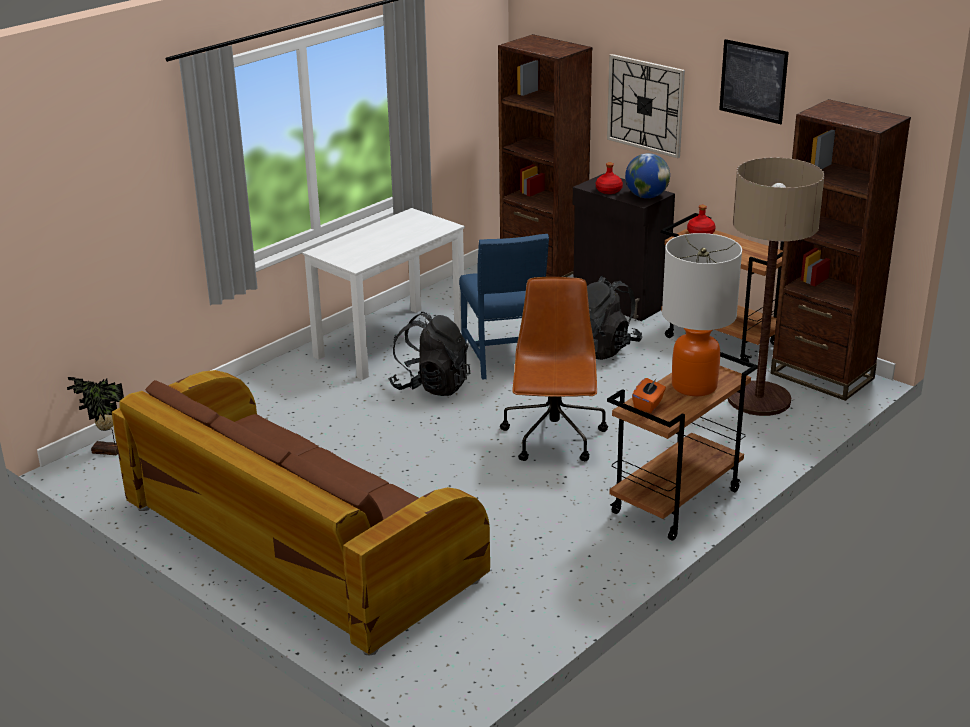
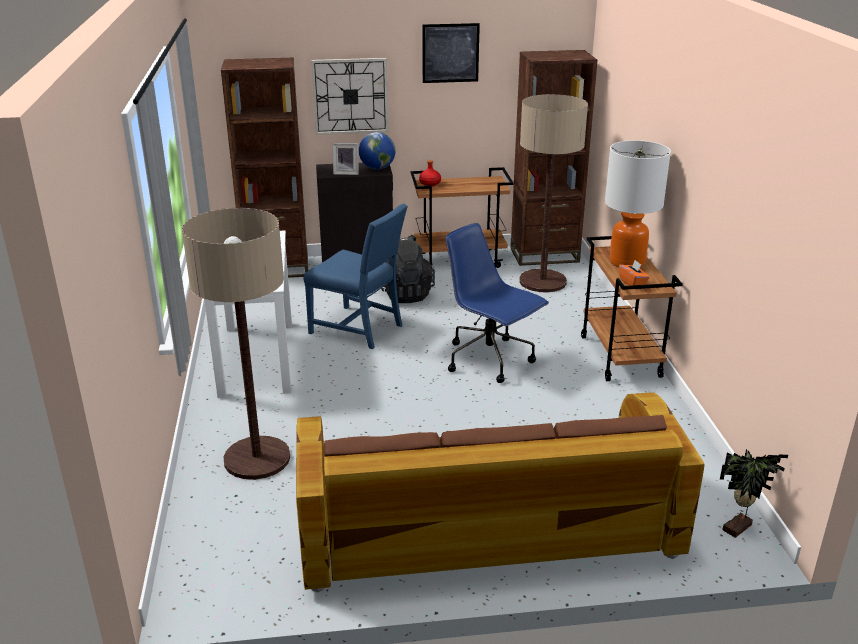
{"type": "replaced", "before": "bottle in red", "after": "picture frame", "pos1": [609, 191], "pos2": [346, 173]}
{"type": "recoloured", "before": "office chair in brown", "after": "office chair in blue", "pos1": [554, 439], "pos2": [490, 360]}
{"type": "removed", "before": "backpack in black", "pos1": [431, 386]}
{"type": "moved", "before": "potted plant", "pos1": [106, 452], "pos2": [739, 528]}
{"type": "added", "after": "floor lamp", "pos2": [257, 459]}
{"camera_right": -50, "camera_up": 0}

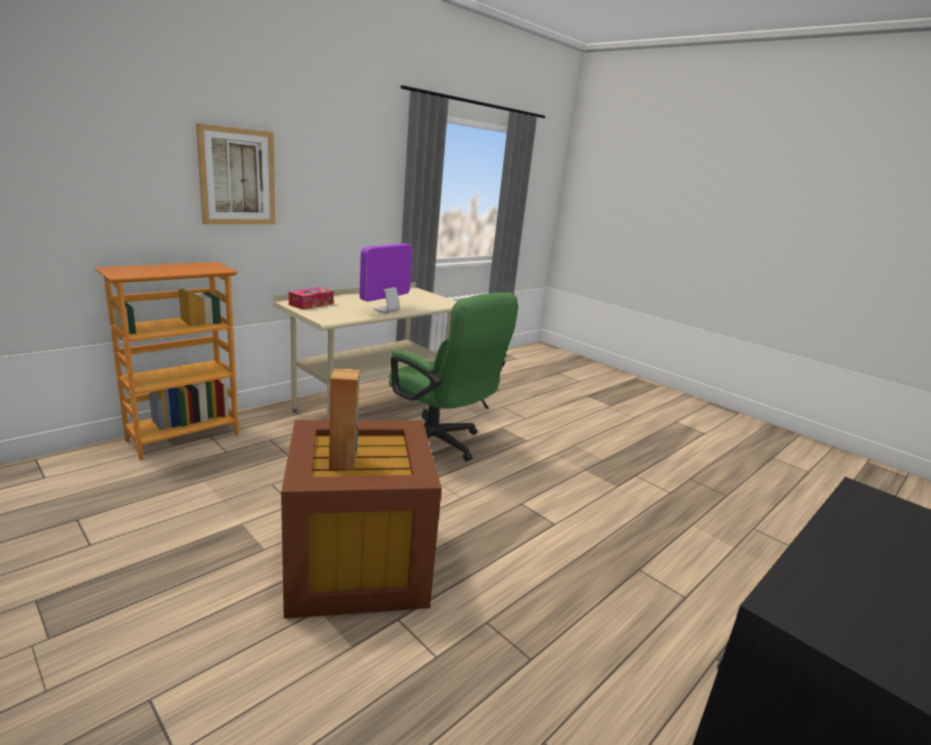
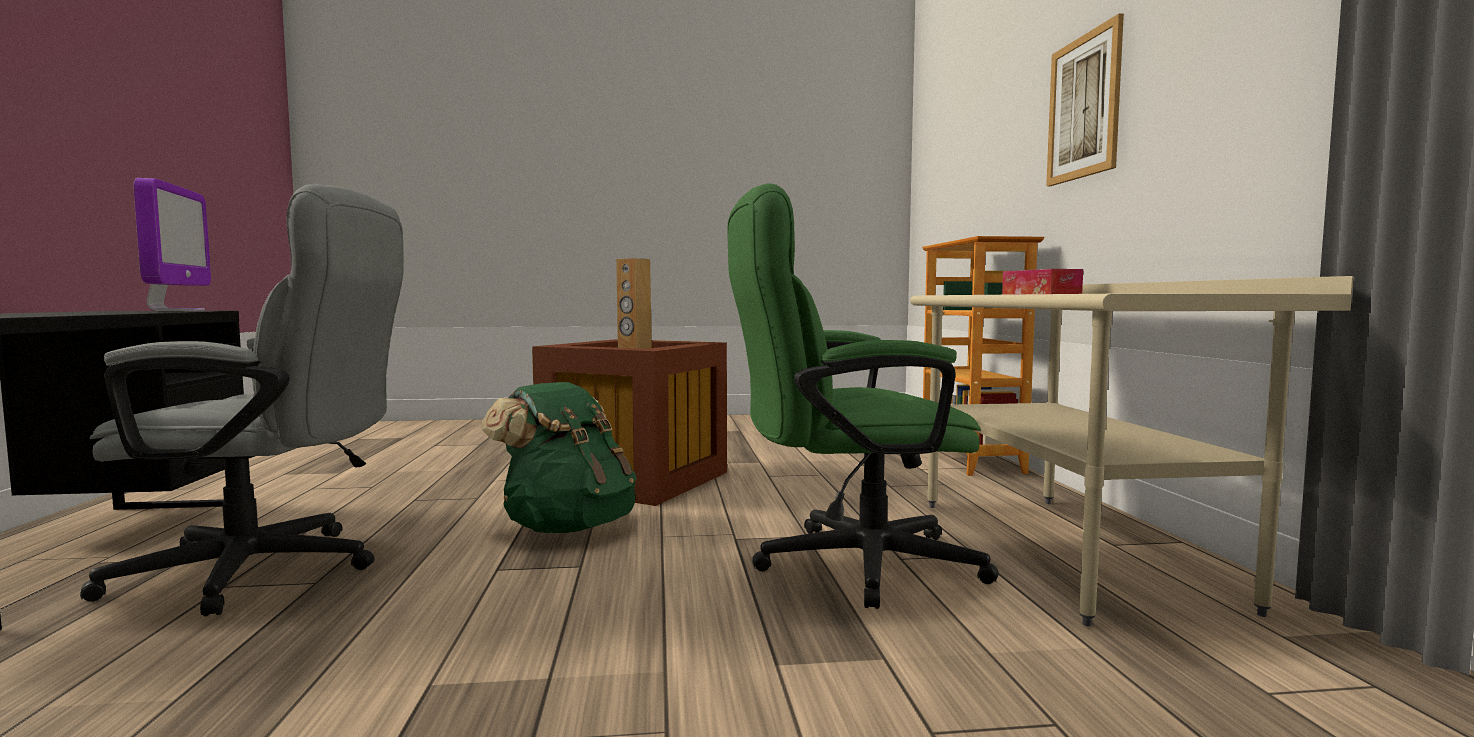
{"type": "moved", "before": "monitor", "pos1": [386, 310], "pos2": [176, 311]}
{"type": "added", "after": "office chair in grey", "pos2": [271, 570]}
{"type": "added", "after": "backpack in green", "pos2": [568, 527]}
{"camera_right": 130, "camera_up": -15}

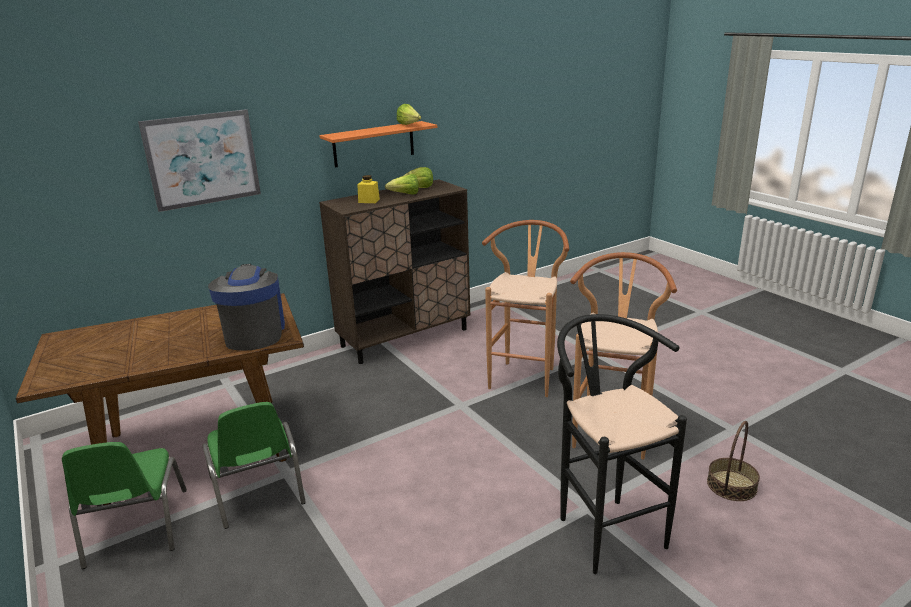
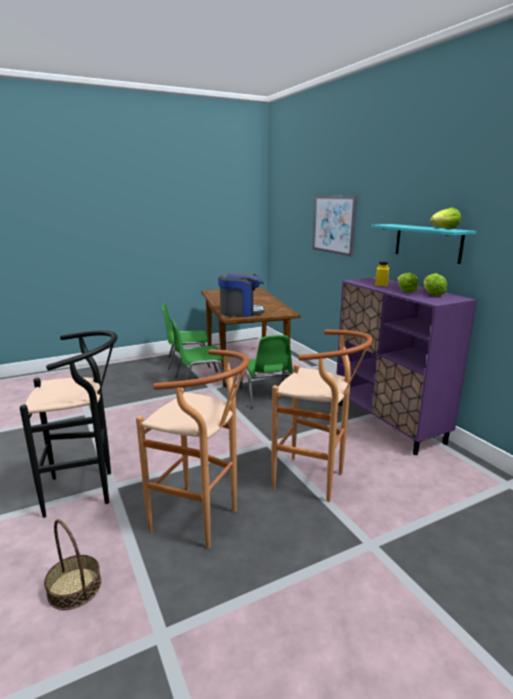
{"type": "recoloured", "before": "shelf in orange", "after": "shelf in turquoise", "pos1": [374, 144], "pos2": [427, 242]}
{"type": "recoloured", "before": "cabinet in brown", "after": "cabinet in purple", "pos1": [405, 337], "pos2": [388, 422]}
{"type": "added", "after": "chair in green", "pos2": [267, 396]}
{"camera_right": 95, "camera_up": -5}

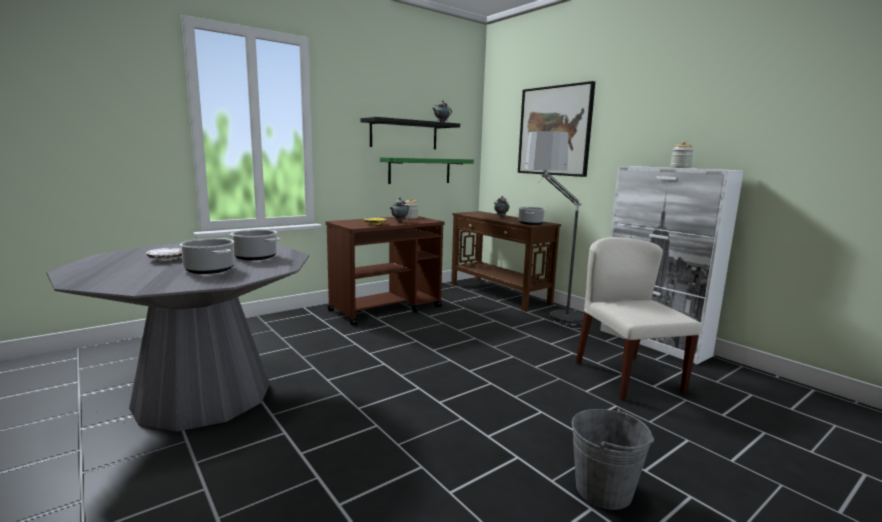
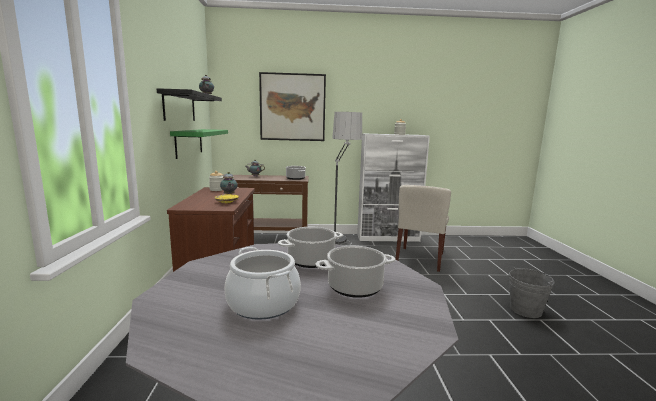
{"type": "turned", "before": "chair in beige", "pos1": [627, 376], "pos2": [420, 259], "turn": -90}
{"type": "replaced", "before": "plate in white", "after": "cooking pot", "pos1": [167, 259], "pos2": [263, 304]}
{"camera_right": -55, "camera_up": 0}

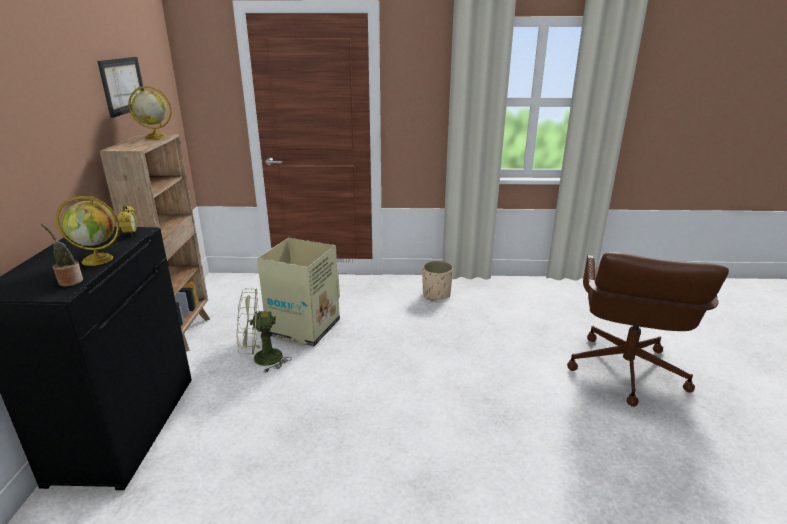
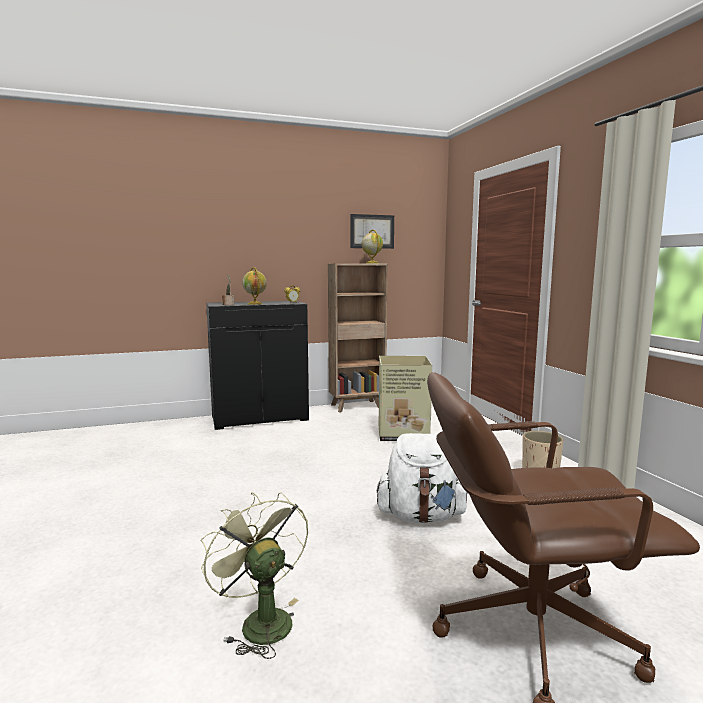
{"type": "moved", "before": "fan in green", "pos1": [261, 359], "pos2": [260, 620]}
{"type": "added", "after": "backpack in white", "pos2": [421, 516]}
{"camera_right": 70, "camera_up": -15}

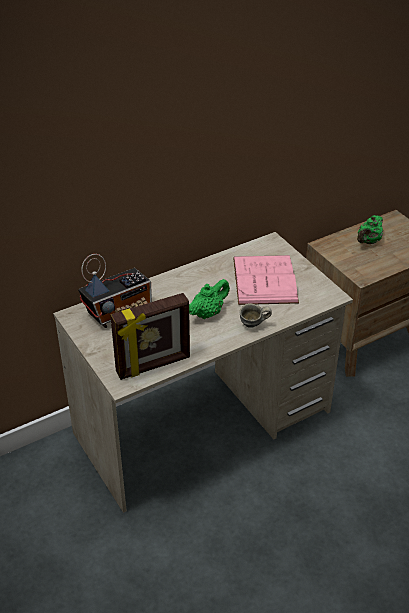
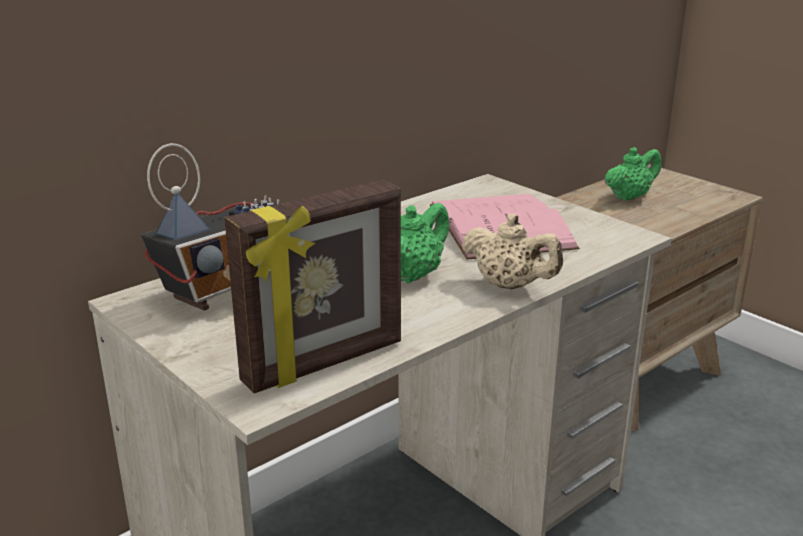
{"type": "turned", "before": "teapot in green", "pos1": [368, 241], "pos2": [629, 197], "turn": -150}
{"type": "replaced", "before": "mug in grey", "after": "teapot in beige", "pos1": [253, 326], "pos2": [510, 285]}
{"camera_right": -10, "camera_up": -15}

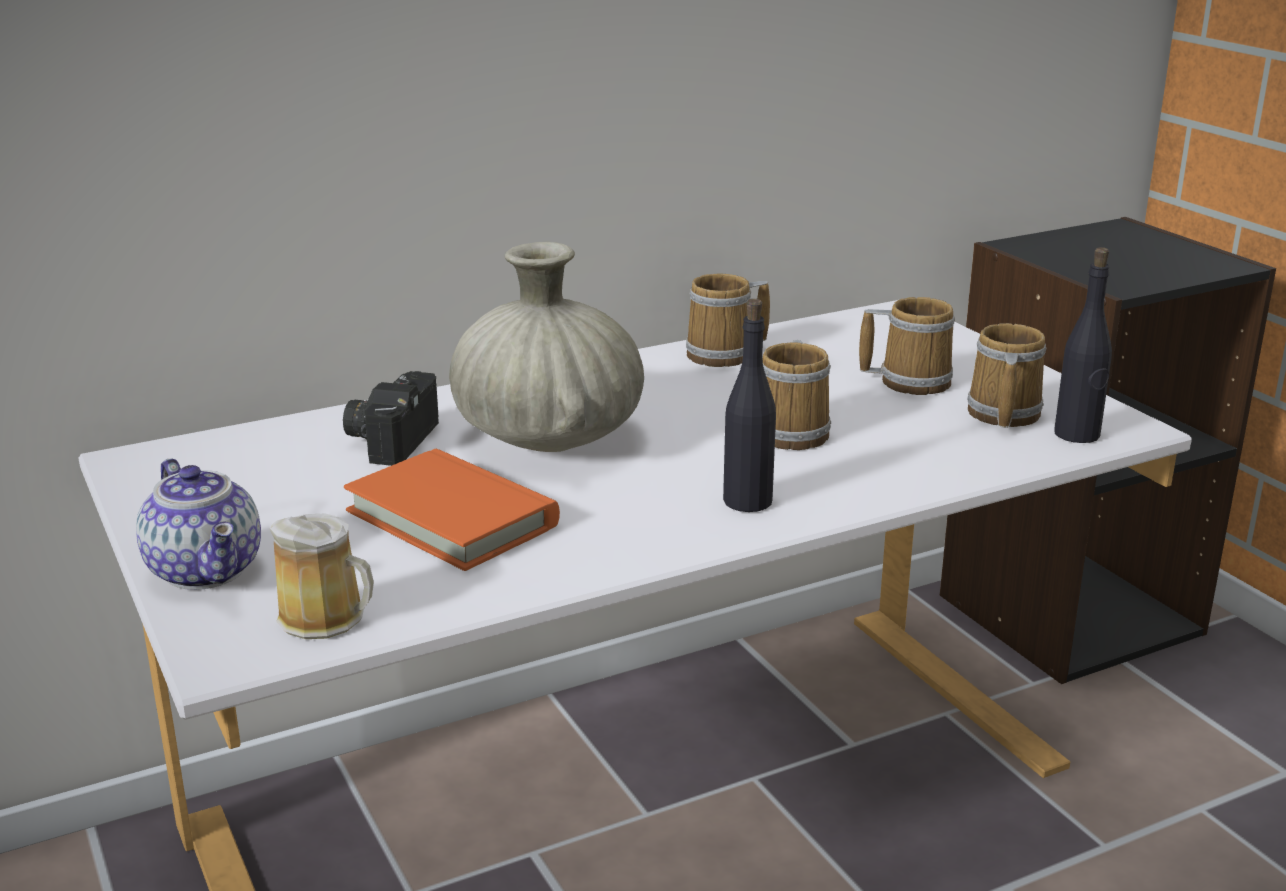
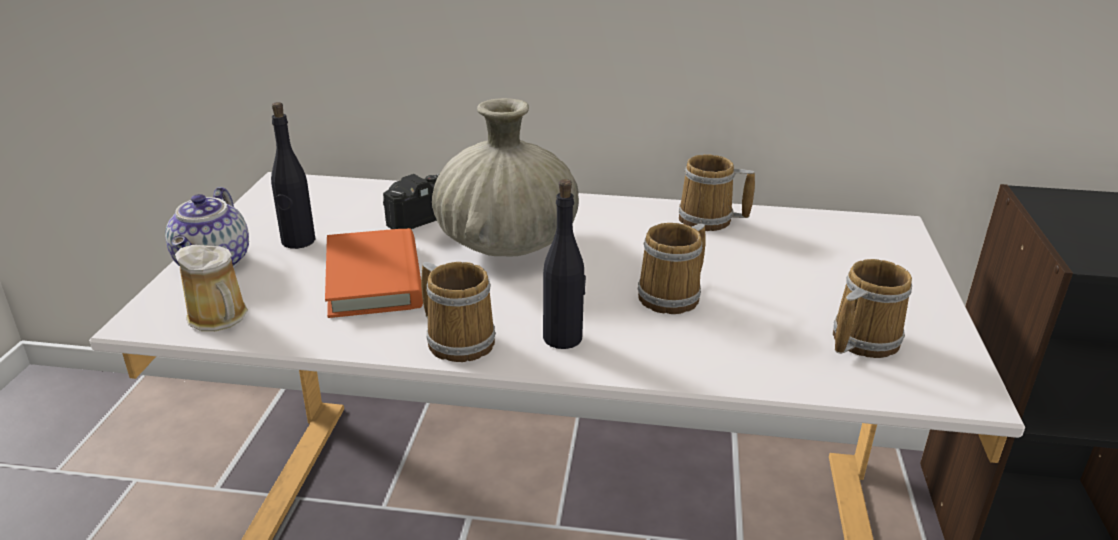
{"type": "moved", "before": "bottle in black", "pos1": [1077, 434], "pos2": [298, 241]}
{"type": "moved", "before": "mug", "pos1": [910, 380], "pos2": [459, 339]}
{"camera_right": 35, "camera_up": 5}

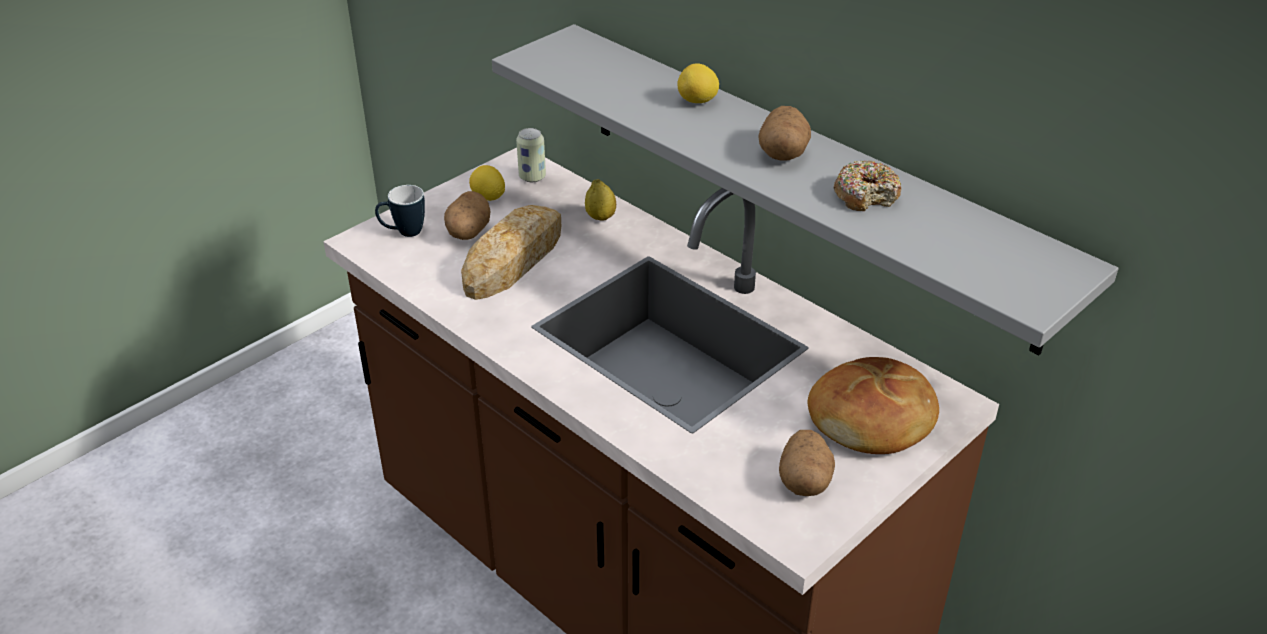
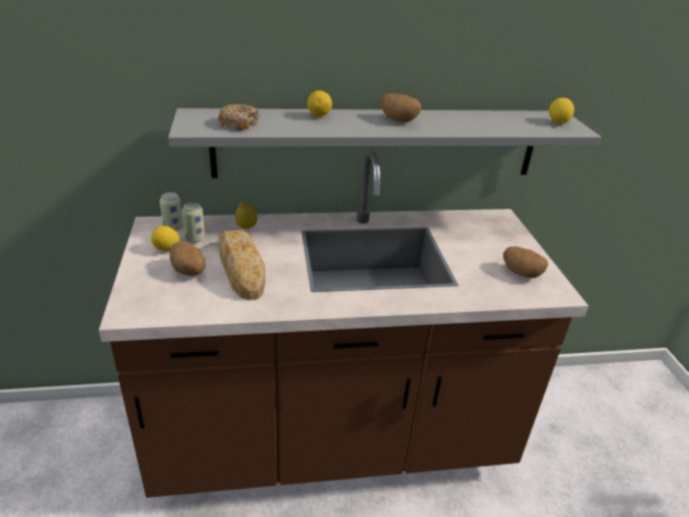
{"type": "moved", "before": "donut", "pos1": [866, 195], "pos2": [238, 123]}
{"type": "removed", "before": "mug", "pos1": [403, 232]}
{"type": "removed", "before": "bread", "pos1": [873, 420]}
{"type": "added", "after": "lemon", "pos2": [558, 122]}
{"type": "added", "after": "can", "pos2": [195, 238]}
{"camera_right": -55, "camera_up": -5}

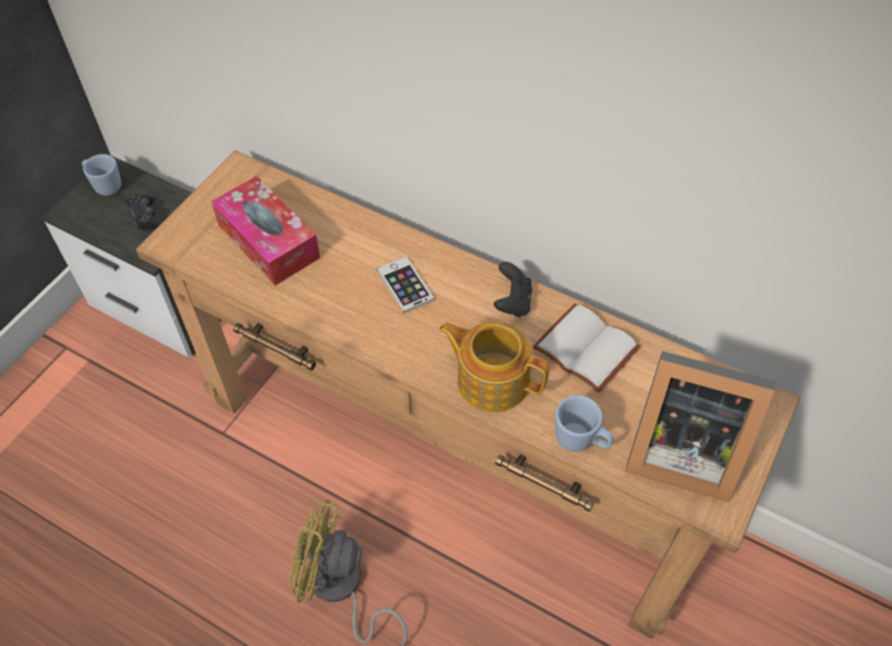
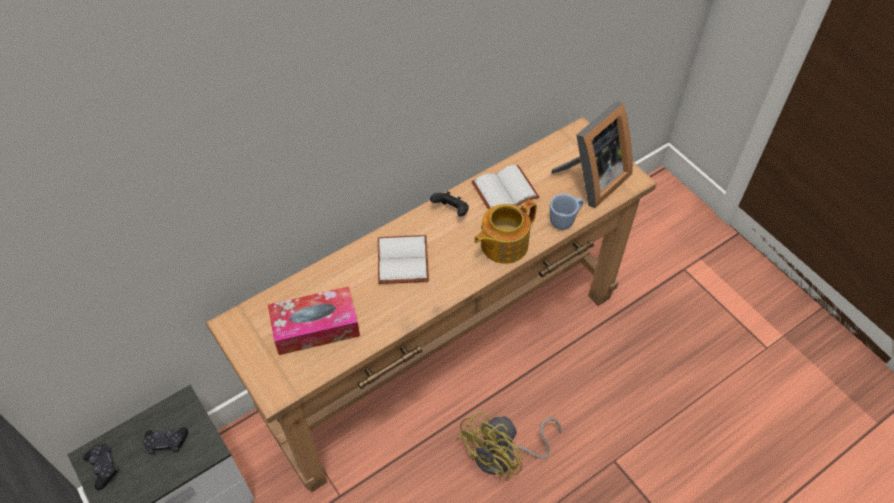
{"type": "replaced", "before": "mug in blue", "after": "game controller in black", "pos1": [105, 185], "pos2": [103, 467]}
{"type": "replaced", "before": "phone", "after": "book in white", "pos1": [405, 285], "pos2": [404, 261]}
{"camera_right": -65, "camera_up": 0}

